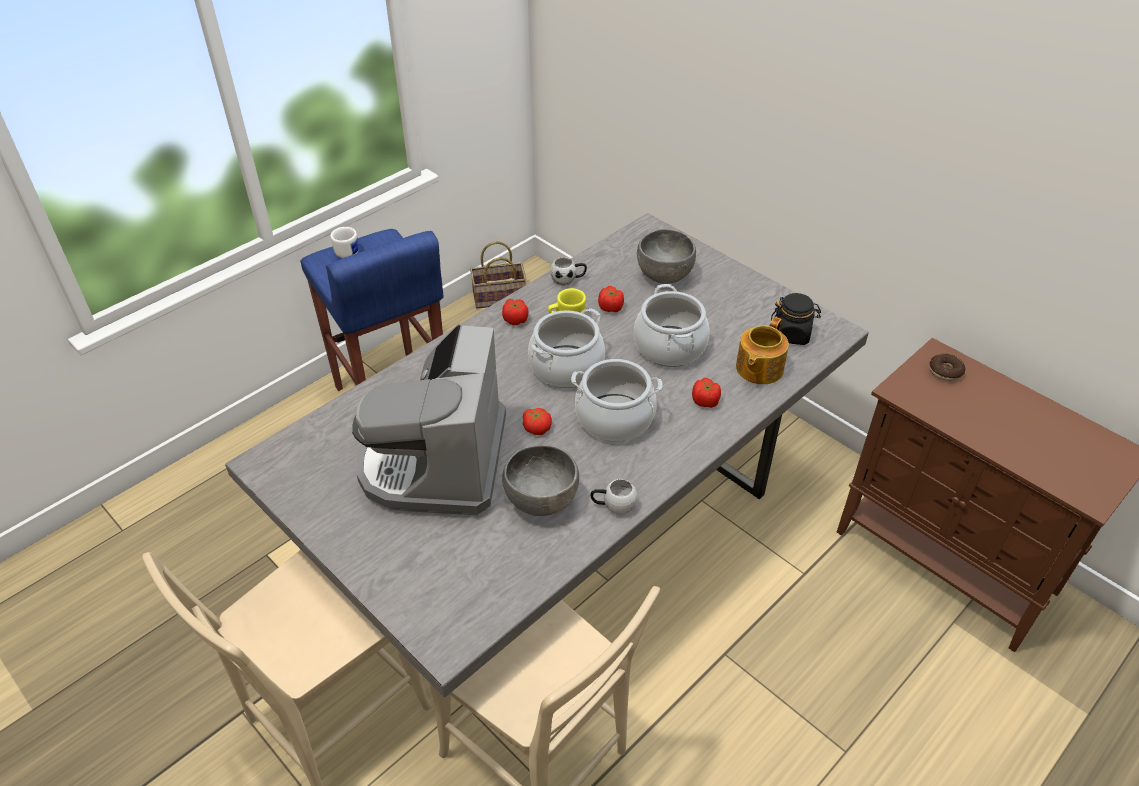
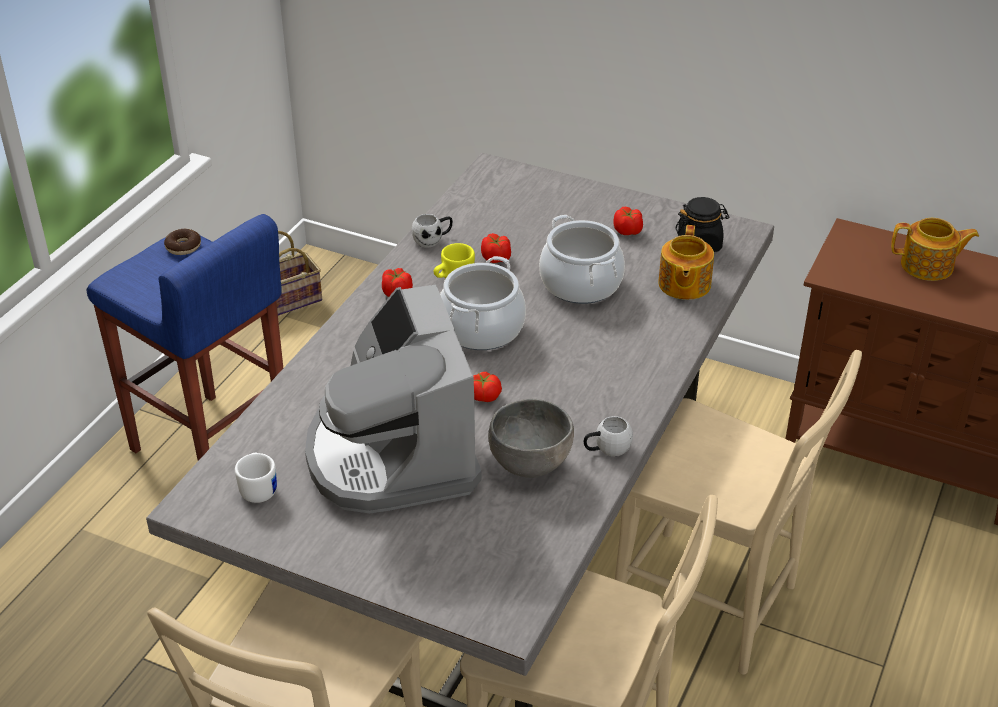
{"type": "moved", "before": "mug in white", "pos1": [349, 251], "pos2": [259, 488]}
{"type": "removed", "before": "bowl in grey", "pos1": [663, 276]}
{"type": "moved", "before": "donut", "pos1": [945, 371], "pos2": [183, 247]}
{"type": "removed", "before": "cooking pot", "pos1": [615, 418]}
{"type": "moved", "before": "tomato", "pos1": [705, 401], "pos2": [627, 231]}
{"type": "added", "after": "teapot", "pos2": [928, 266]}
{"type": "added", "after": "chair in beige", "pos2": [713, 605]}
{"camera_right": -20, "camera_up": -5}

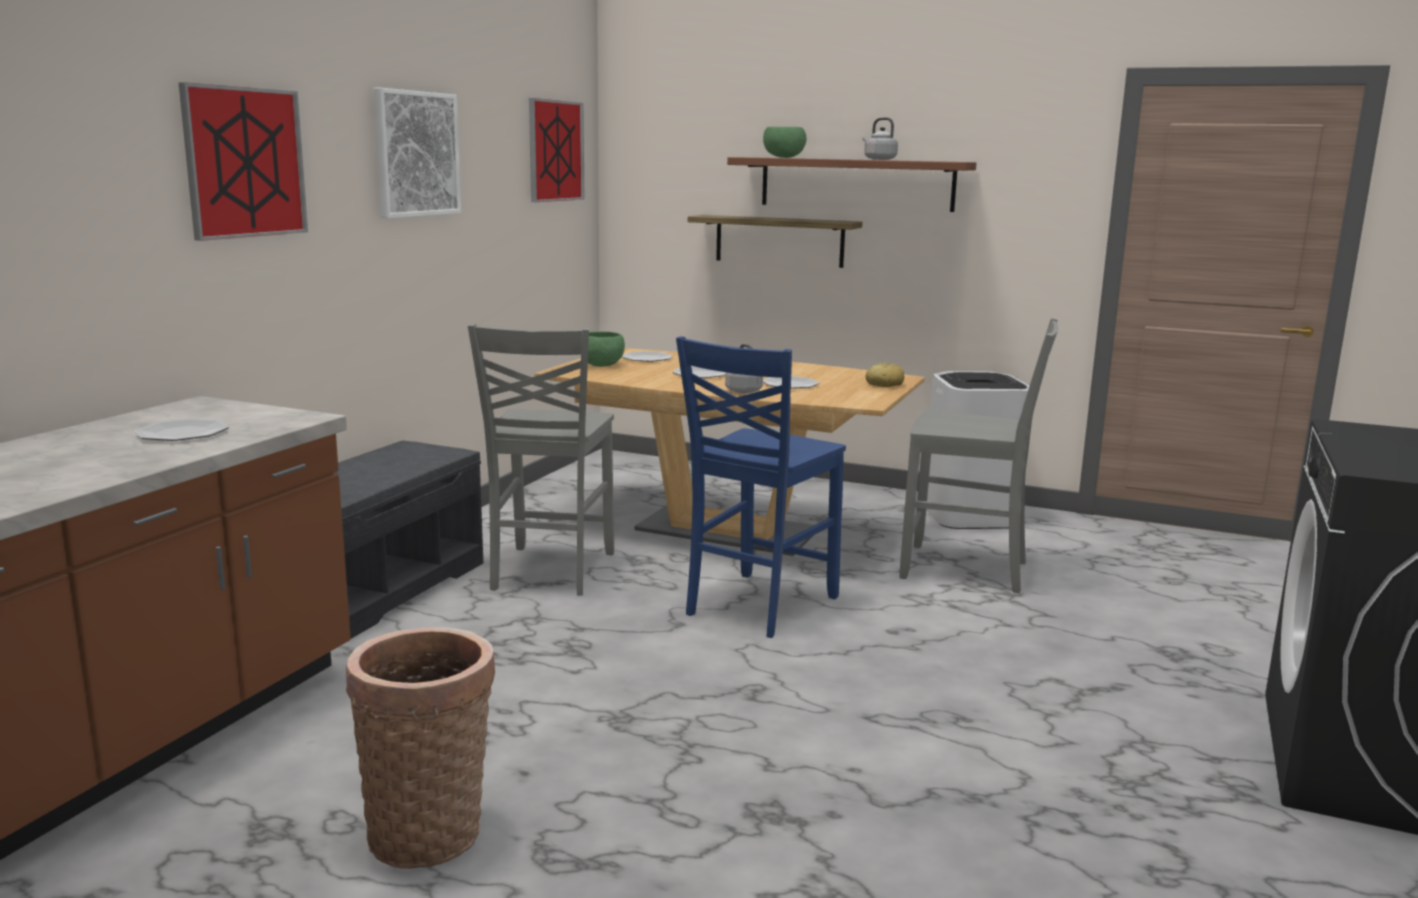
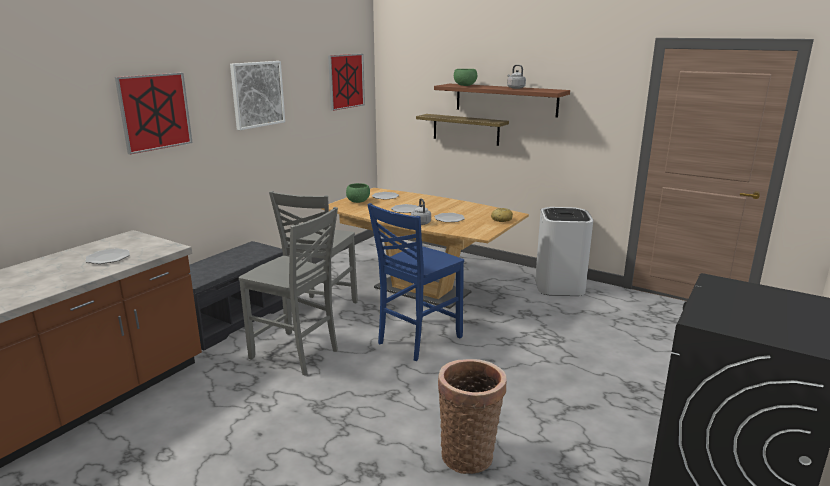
{"type": "moved", "before": "chair in grey", "pos1": [966, 570], "pos2": [296, 354]}
{"type": "moved", "before": "basket", "pos1": [429, 830], "pos2": [469, 453]}
{"camera_right": 10, "camera_up": 5}

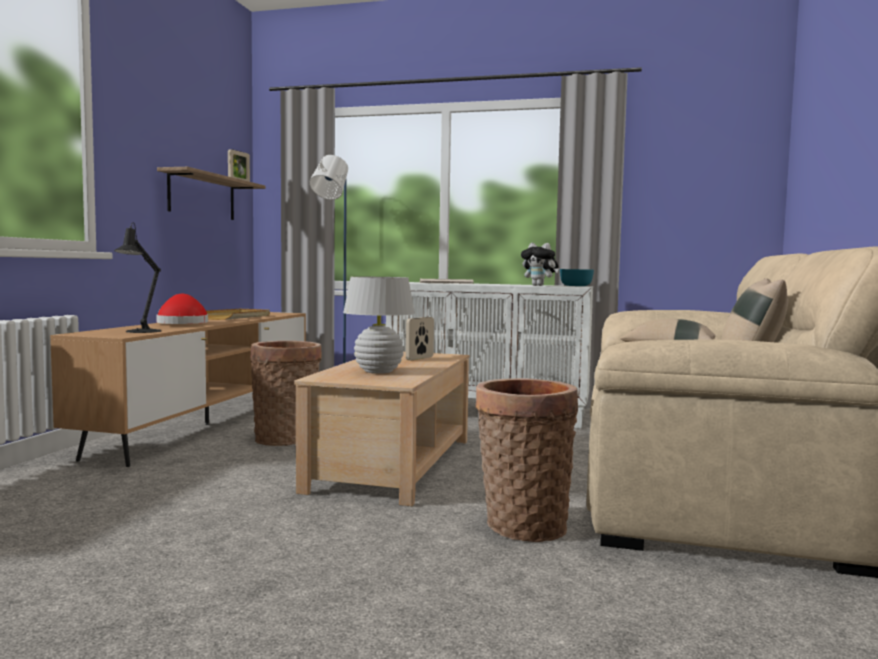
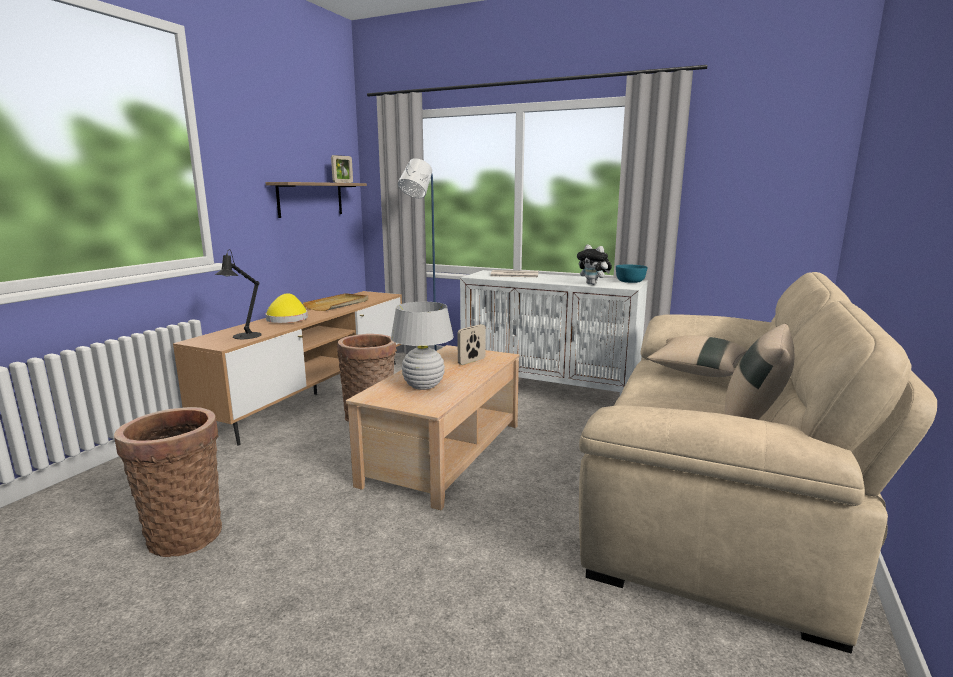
{"type": "recoloured", "before": "hat in red", "after": "hat in yellow", "pos1": [182, 323], "pos2": [287, 319]}
{"type": "moved", "before": "basket", "pos1": [521, 524], "pos2": [184, 533]}
{"camera_right": 10, "camera_up": 10}

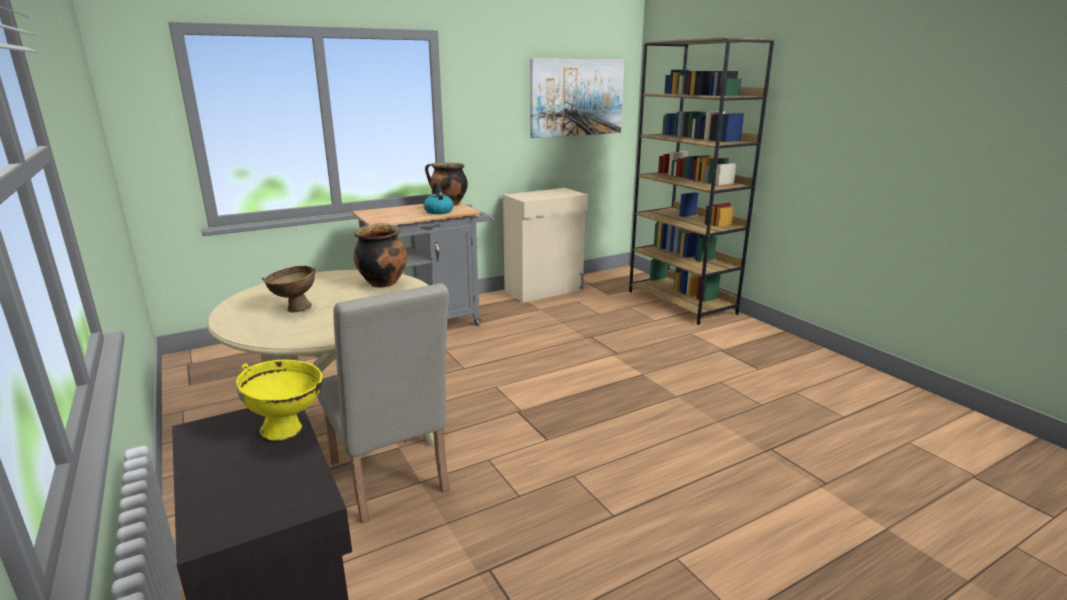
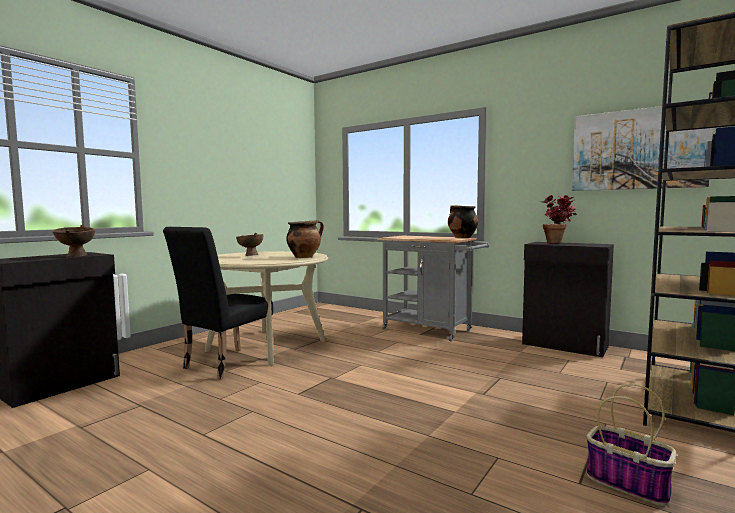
{"type": "removed", "before": "kettle", "pos1": [438, 211]}
{"type": "recoloured", "before": "cabinet in beige", "after": "cabinet in black", "pos1": [545, 290], "pos2": [565, 345]}
{"type": "recoloured", "before": "chair in beige", "after": "chair in black", "pos1": [390, 482], "pos2": [223, 365]}
{"type": "recoloured", "before": "bowl in yellow", "after": "bowl in brown", "pos1": [290, 431], "pos2": [76, 256]}
{"type": "added", "after": "potted plant", "pos2": [558, 243]}
{"type": "added", "after": "basket", "pos2": [629, 484]}
{"camera_right": 65, "camera_up": -15}

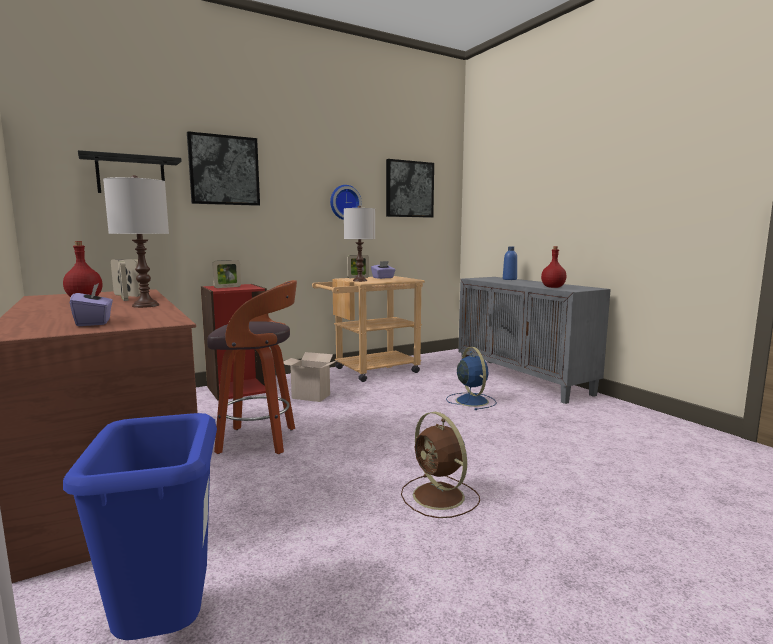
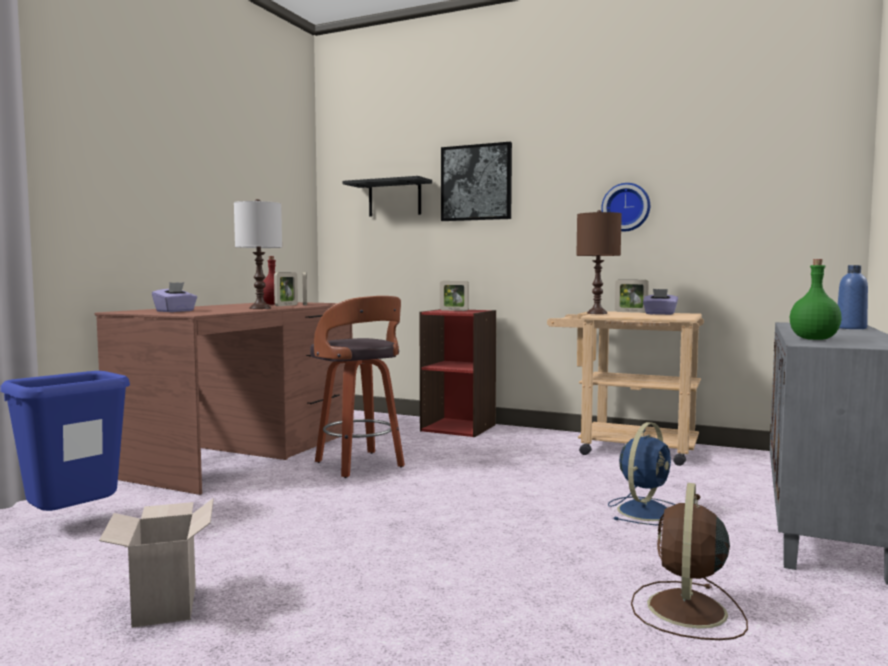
{"type": "removed", "before": "picture", "pos1": [409, 189]}
{"type": "recoloured", "before": "table lamp in white", "after": "table lamp in brown", "pos1": [360, 280], "pos2": [597, 313]}
{"type": "recoloured", "before": "bottle in red", "after": "bottle in green", "pos1": [552, 287], "pos2": [813, 339]}
{"type": "moved", "before": "cardboard box", "pos1": [309, 397], "pos2": [163, 604]}
{"type": "moved", "before": "fan in brown", "pos1": [440, 497], "pos2": [686, 611]}
{"camera_right": 55, "camera_up": -5}

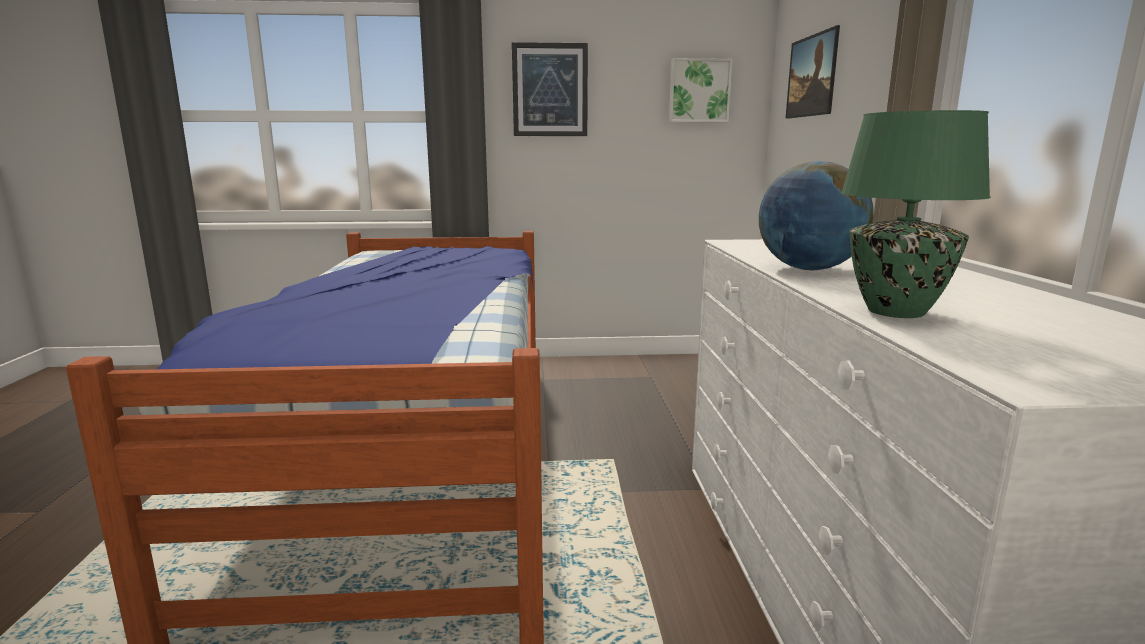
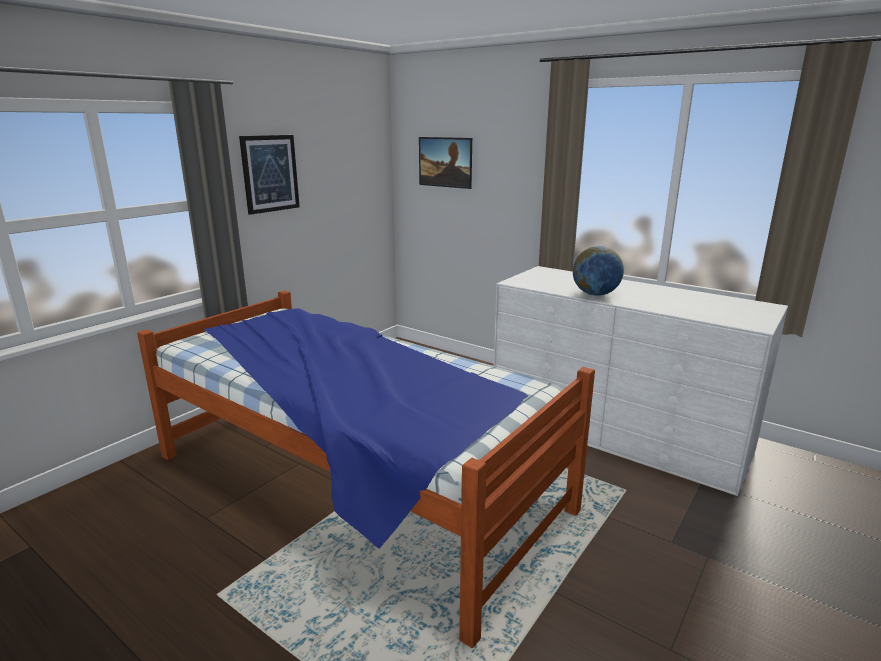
{"type": "removed", "before": "picture", "pos1": [699, 91]}
{"type": "removed", "before": "table lamp in green", "pos1": [896, 311]}
{"camera_right": -50, "camera_up": 5}

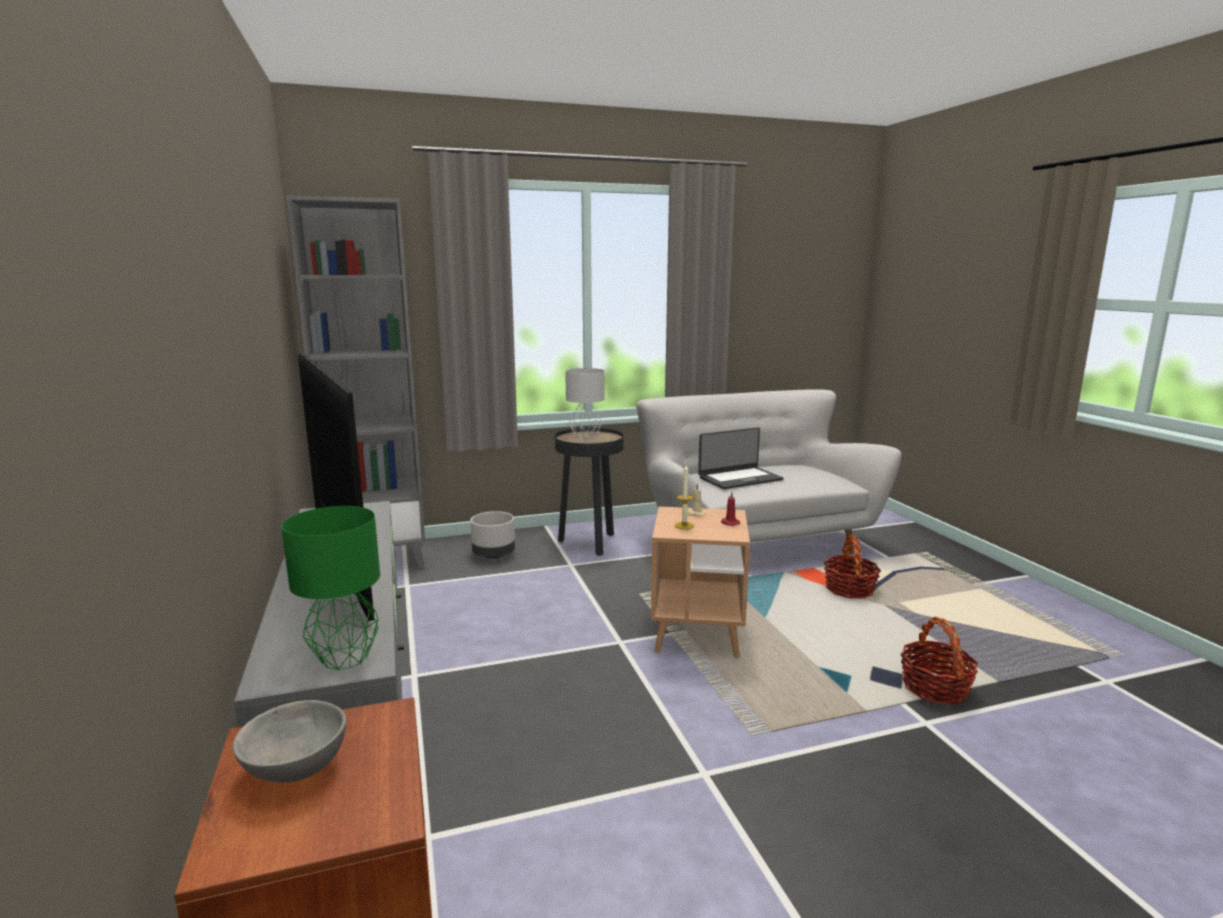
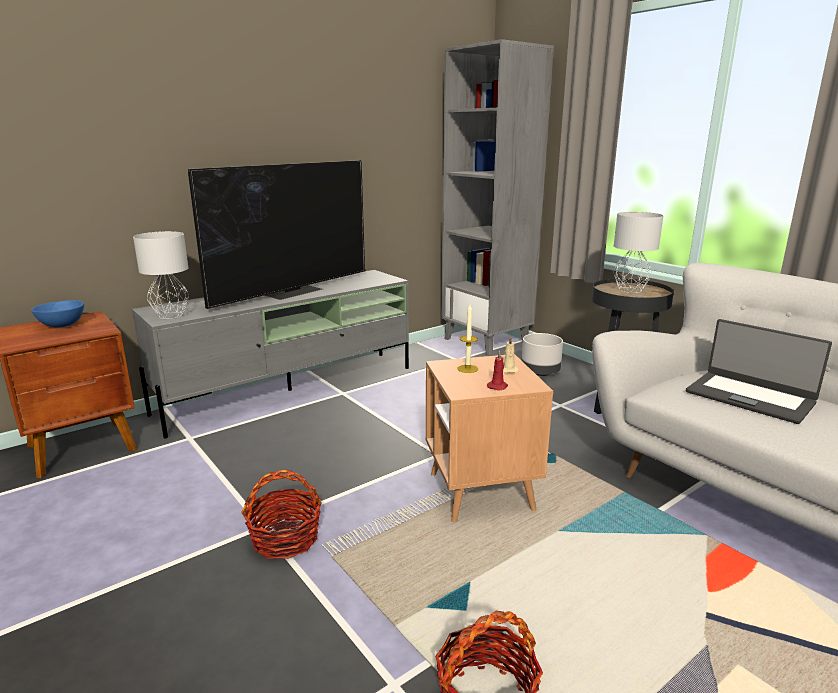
{"type": "recoloured", "before": "table lamp in green", "after": "table lamp in grey", "pos1": [346, 657], "pos2": [171, 315]}
{"type": "moved", "before": "basket", "pos1": [849, 589], "pos2": [285, 539]}
{"type": "recoloured", "before": "bowl in grey", "after": "bowl in blue", "pos1": [295, 771], "pos2": [61, 326]}
{"camera_right": 70, "camera_up": 5}

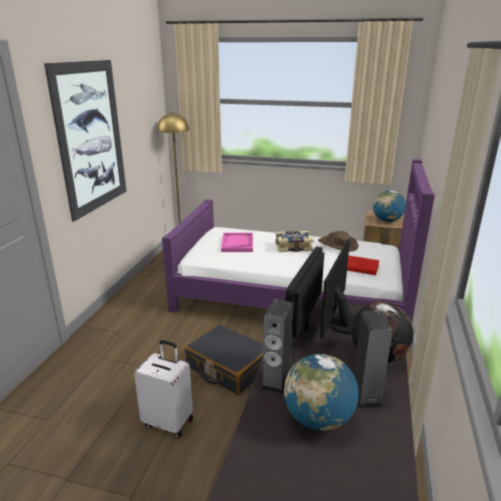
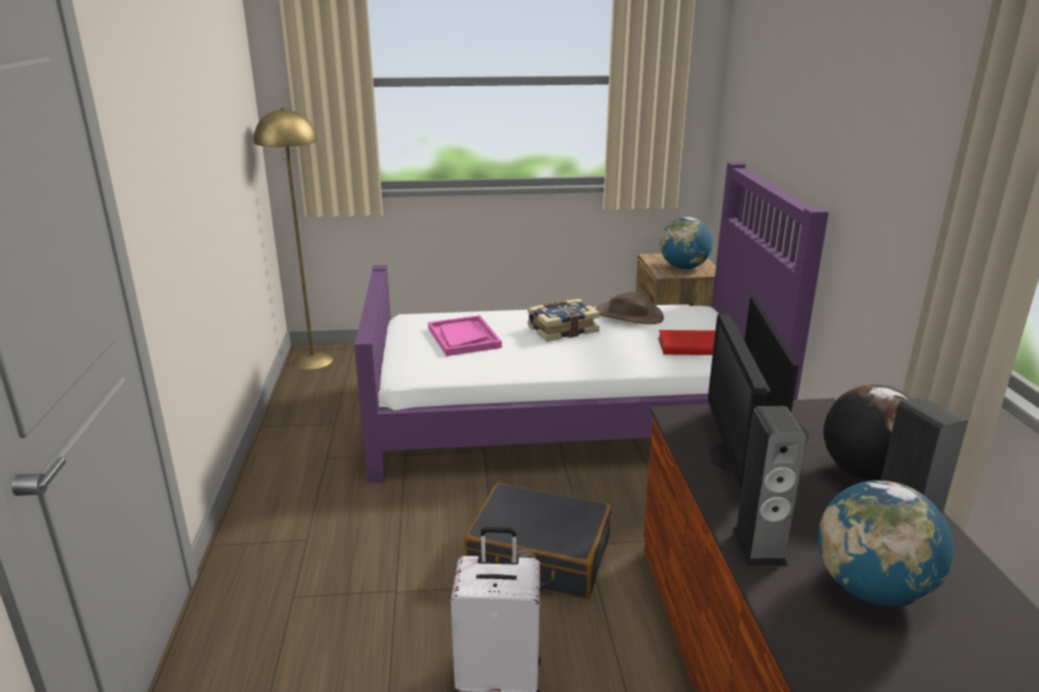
{"type": "removed", "before": "picture", "pos1": [91, 137]}
{"camera_right": -20, "camera_up": 0}

